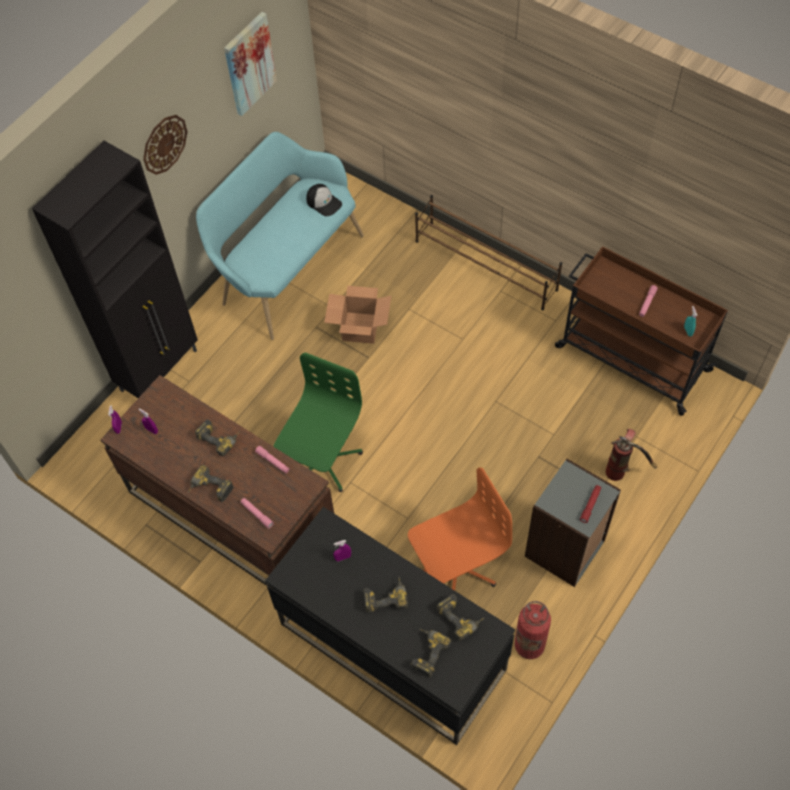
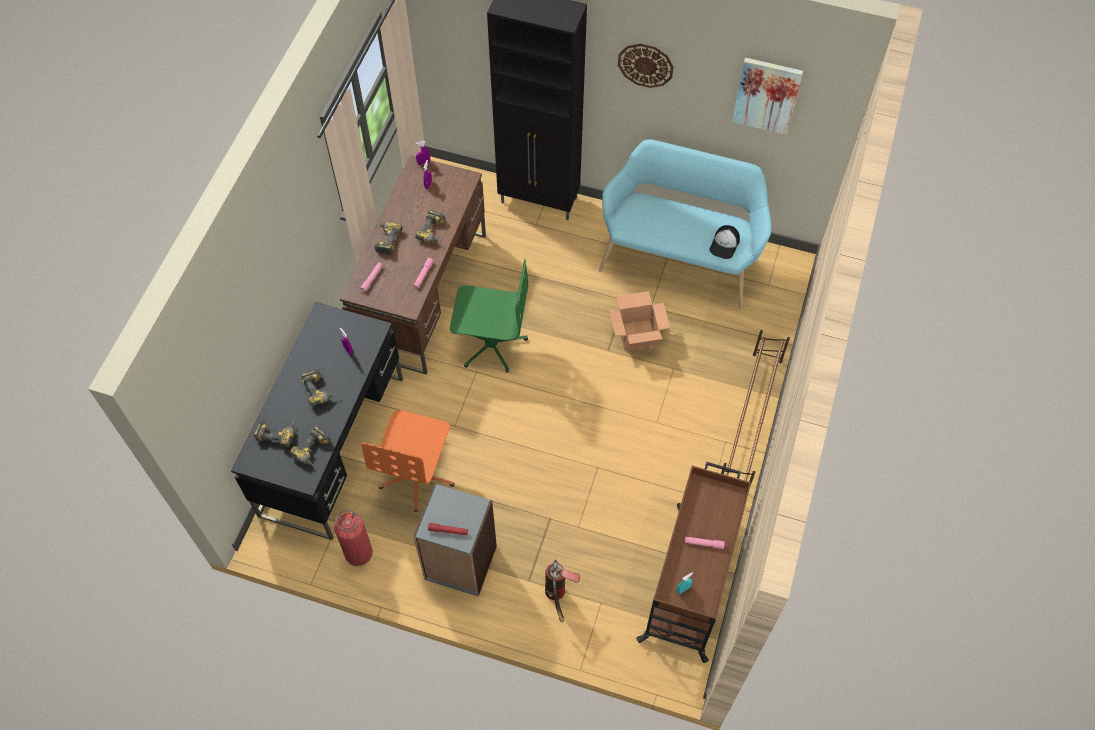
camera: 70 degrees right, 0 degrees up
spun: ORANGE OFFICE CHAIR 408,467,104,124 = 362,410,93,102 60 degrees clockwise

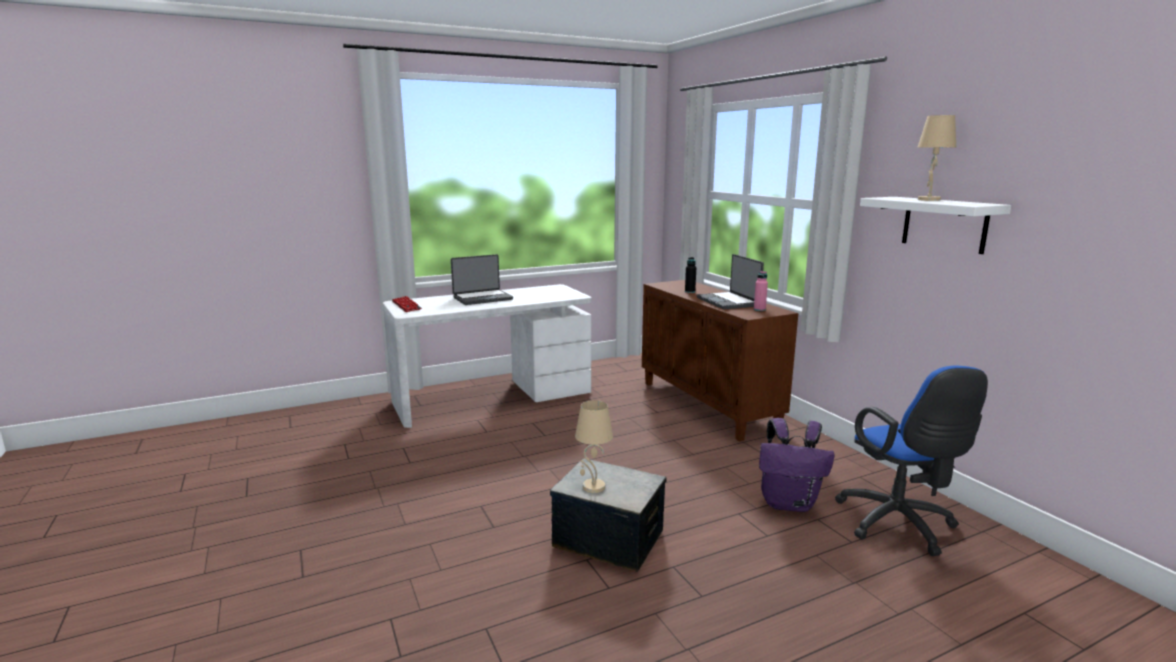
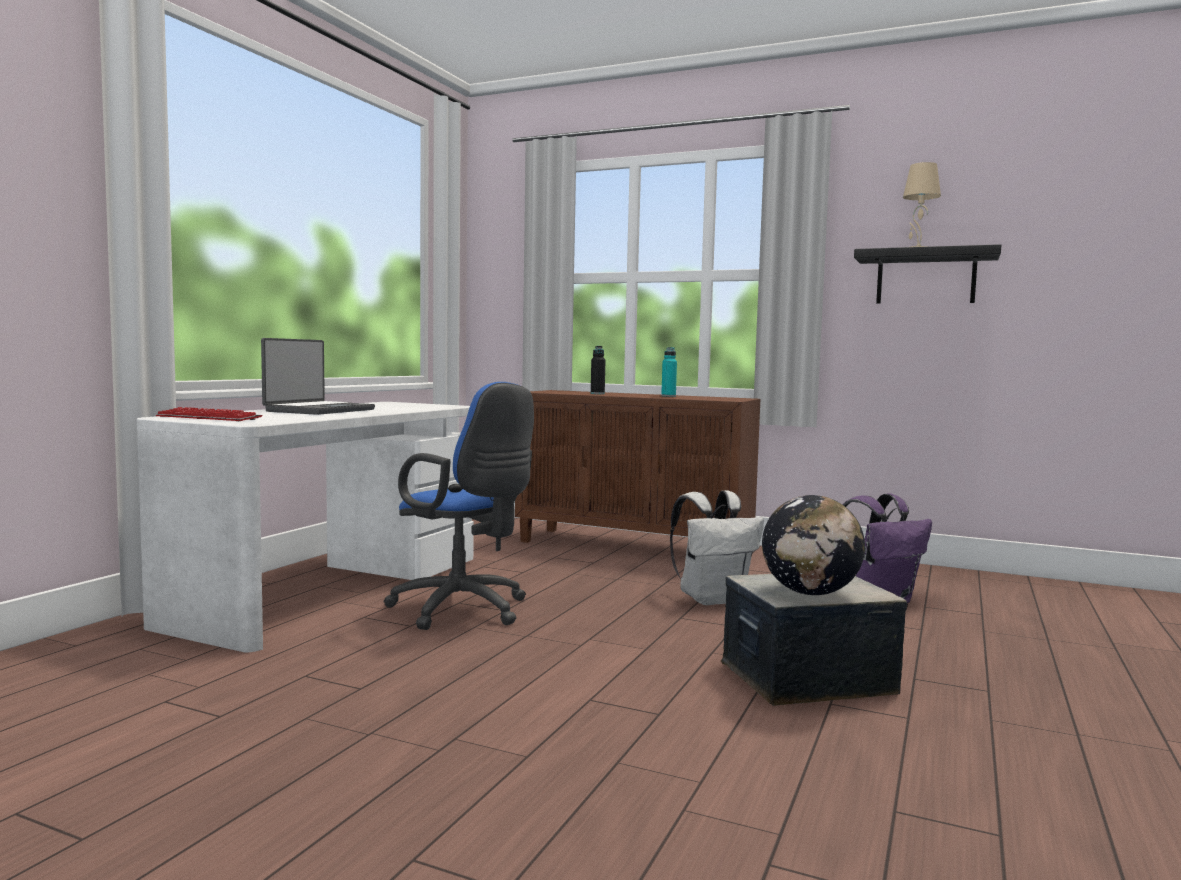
camera: 40 degrees left, 10 degrees down
missing: PINK BOTTLE 754,271,14,40
appeared: WHITE BACKPACK 670,490,94,115
relocated: BLUE OFFICE CHAIR 835,366,153,190 to 384,382,150,248
exchanged: BEIGE TABLE LAMP 575,400,38,93 to GLOBE 762,495,103,100; LAPTOP 696,254,68,55 to TURQUOISE BOTTLE 661,347,16,50
colour: WHITE SHELF 860,197,151,57 to BLACK SHELF 854,244,147,60

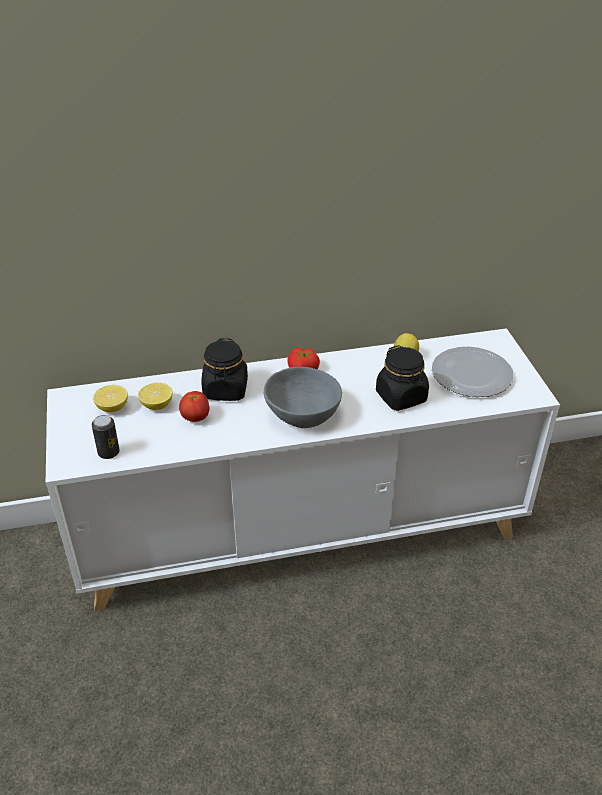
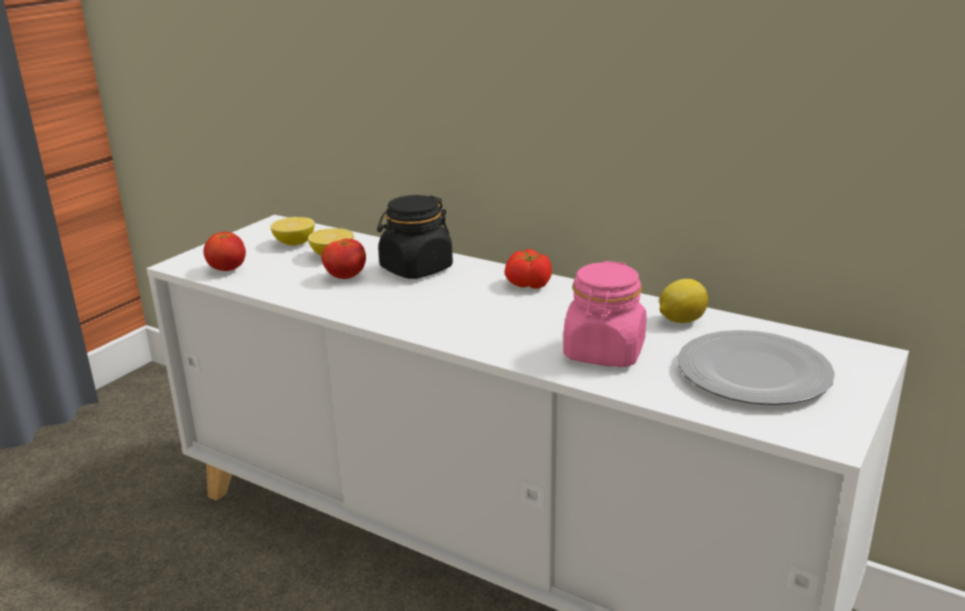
camera: 45 degrees right, 15 degrees down
missing: GREY BOWL 264,367,78,61
exchanged: CAN 92,415,28,44 to TOMATO 204,232,42,39
colour: BLACK JAR 376,345,53,66 to PINK JAR 563,261,84,106

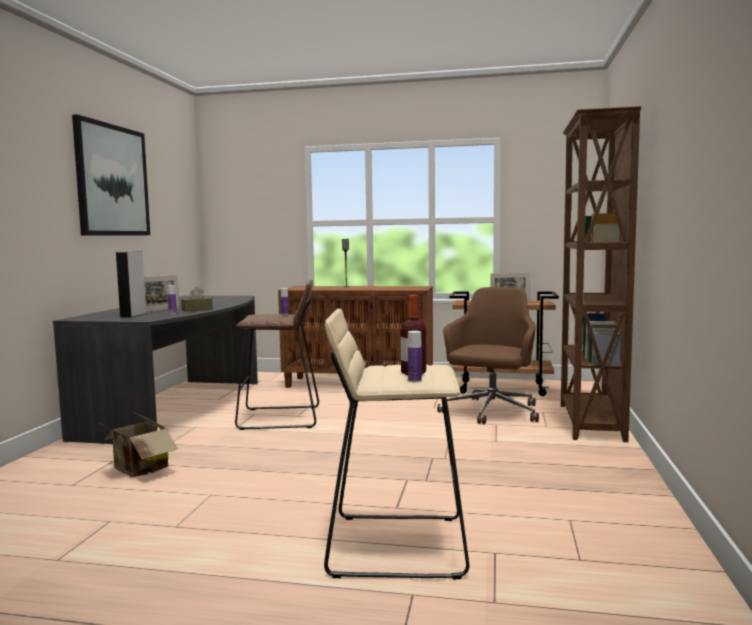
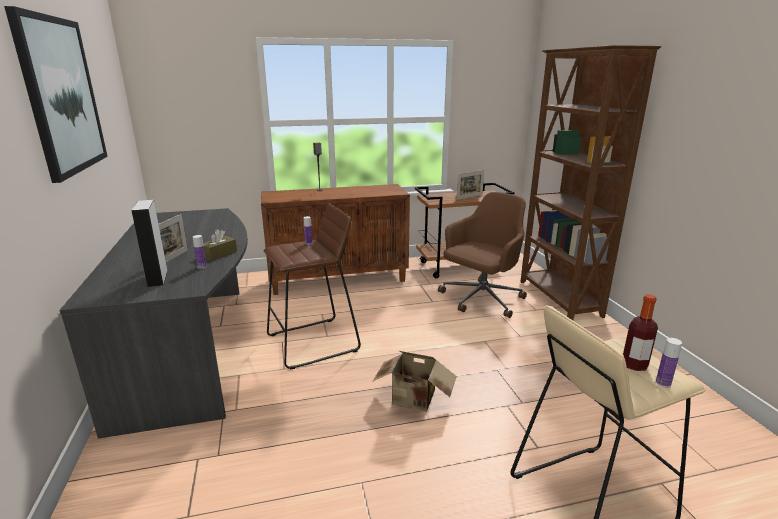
camera: 25 degrees left, 15 degrees up
relocated: CARDBOARD BOX 95,412,83,65 to 372,351,85,61
spun: BROWN OFFICE CHAIR 437,287,102,137 = 438,192,89,126 45 degrees clockwise

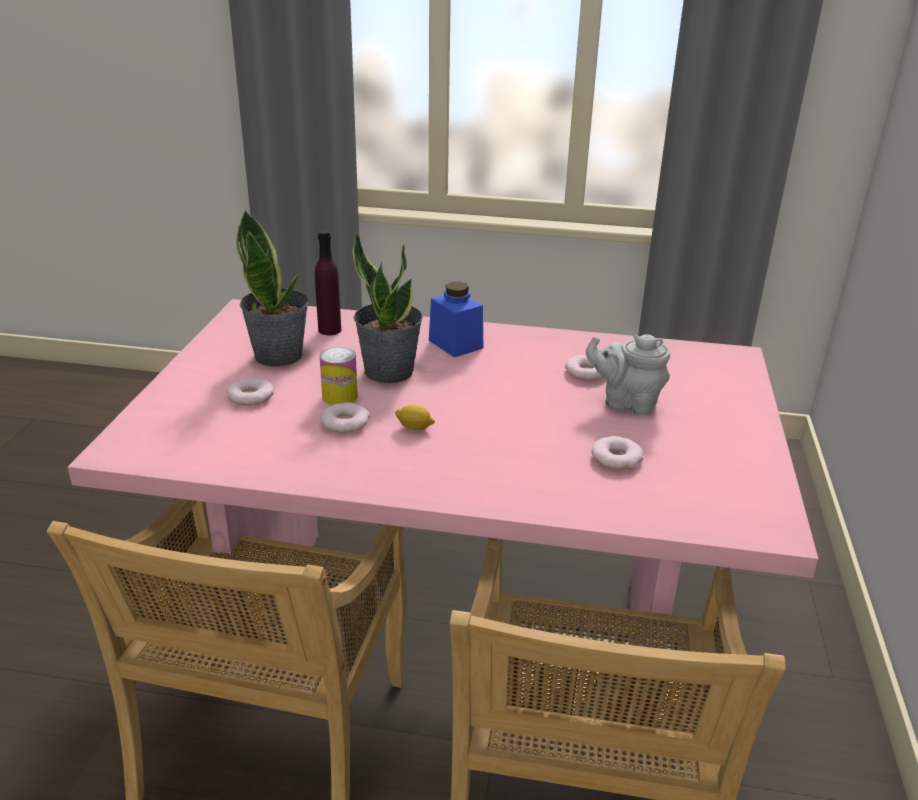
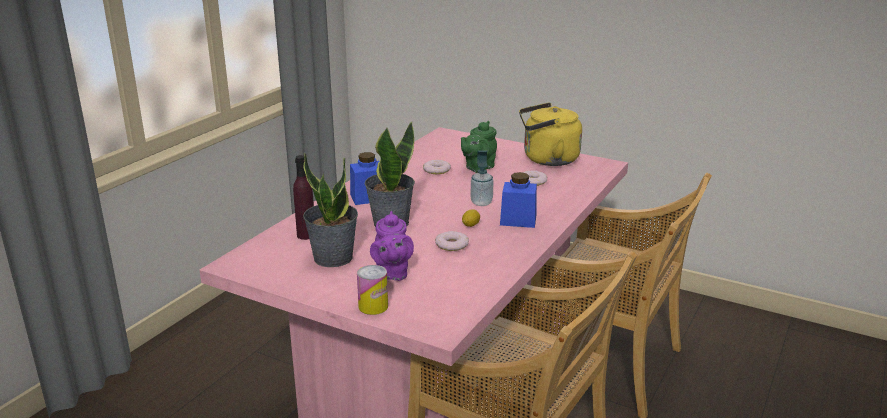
camera: 70 degrees left, 5 degrees down
appeared: SOAP DISPENSER 471,150,23,56; BLUE JAR 500,172,37,56; YELLOW KETTLE 519,102,63,64
relocated: CAN 320,347,38,58 to 357,265,31,50
exchanged: DONUT 227,378,47,28 to PURPLE TEAPOT 370,211,44,70
colour: GREY TEAPOT 586,334,84,81 to GREEN TEAPOT 461,121,36,52

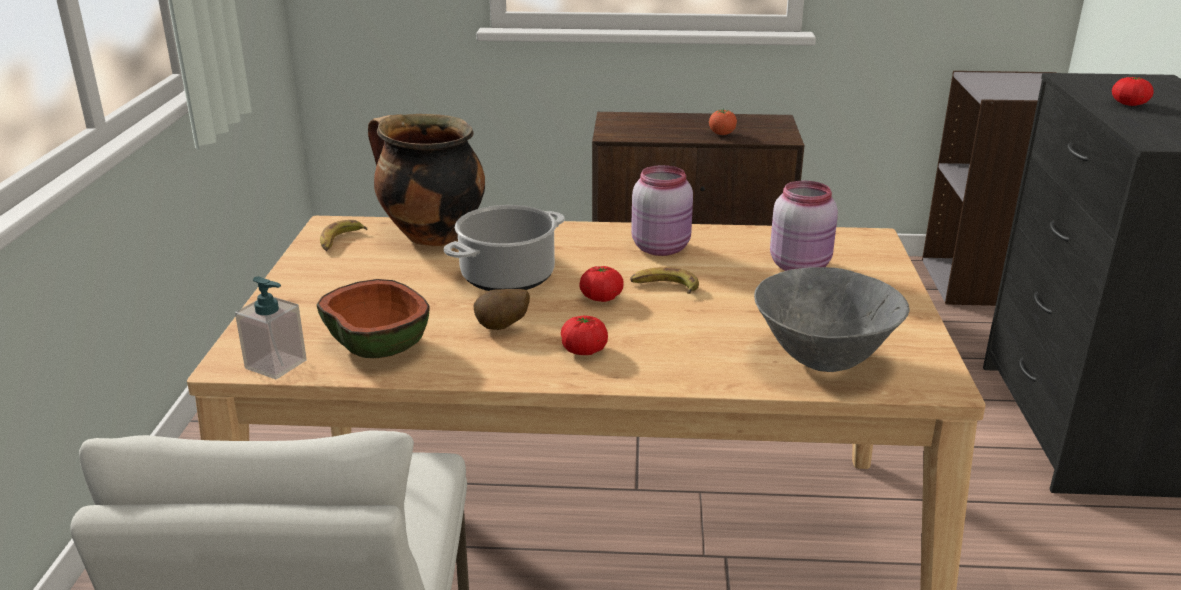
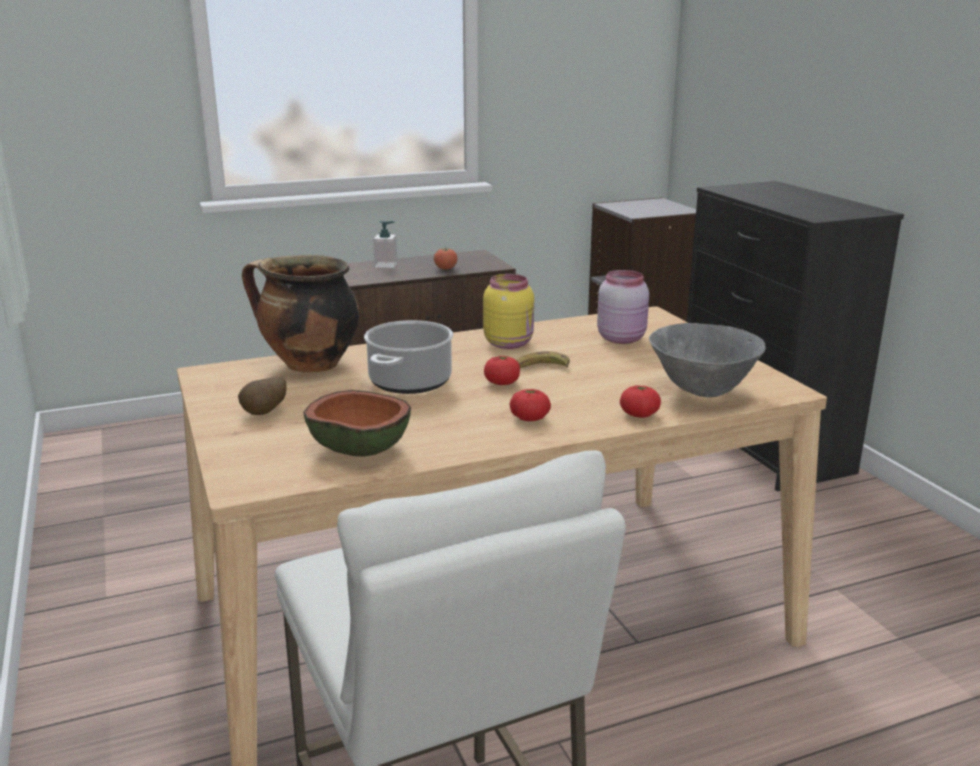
camera: 25 degrees left, 5 degrees down
missing: BANANA 320,220,47,31
relocated: SOAP DISPENSER 235,276,72,103 to 373,221,25,47; POTATO 473,289,57,41 to 238,377,48,38; TOMATO 1112,77,42,29 to 620,385,41,33
colour: PINK JAR 631,165,62,91 to YELLOW JAR 483,274,51,75

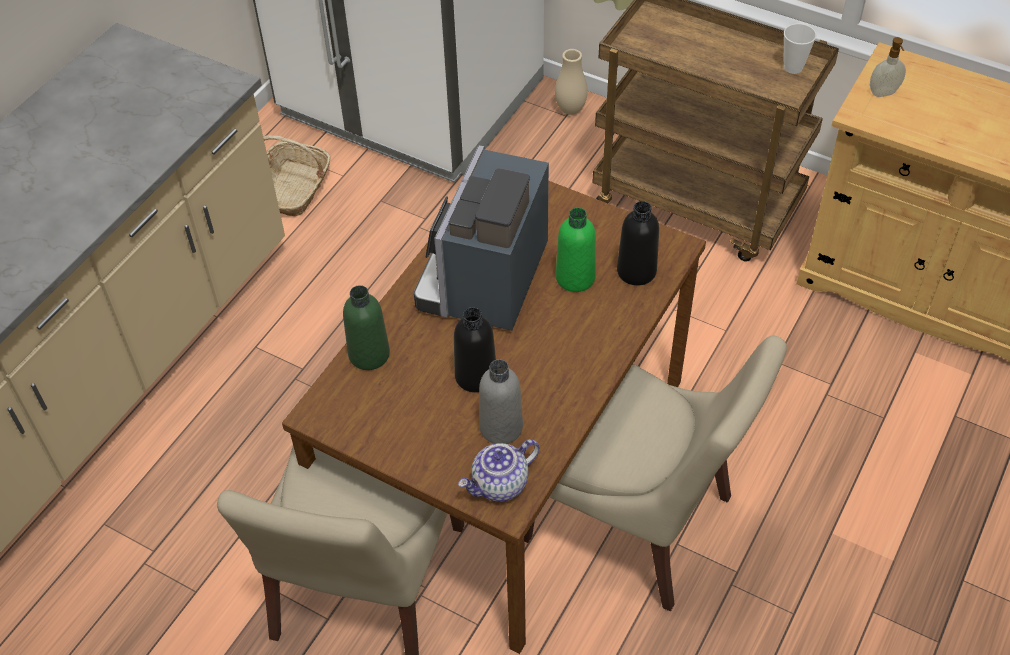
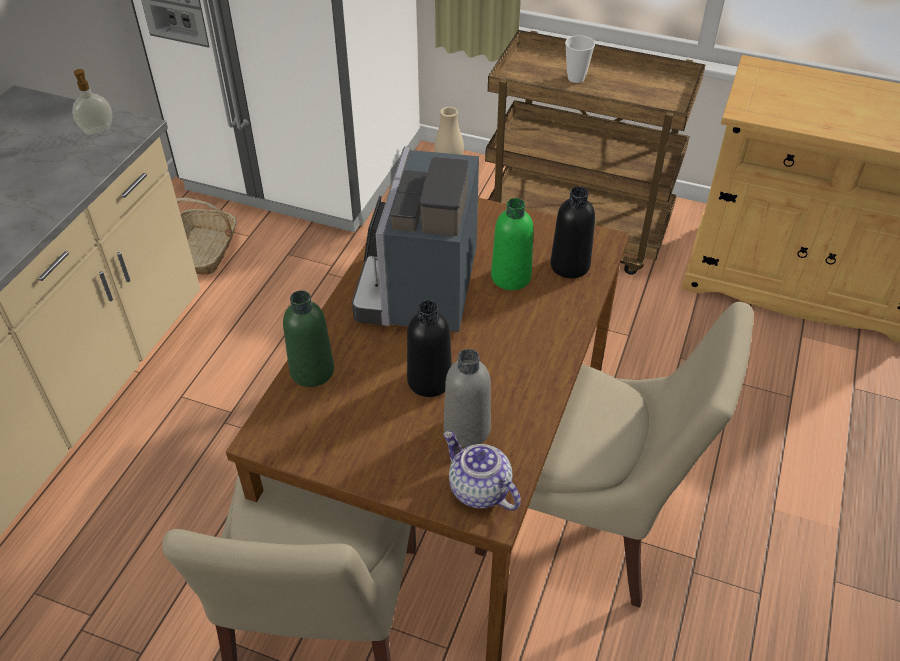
camera: 10 degrees left, 5 degrees down
relocated: CUP 784,23,33,51 to 565,35,30,48; SOAP DISPENSER 870,37,36,60 to 72,69,40,66
spun: TEAPOT 458,439,82,63 = 444,431,77,80 90 degrees clockwise

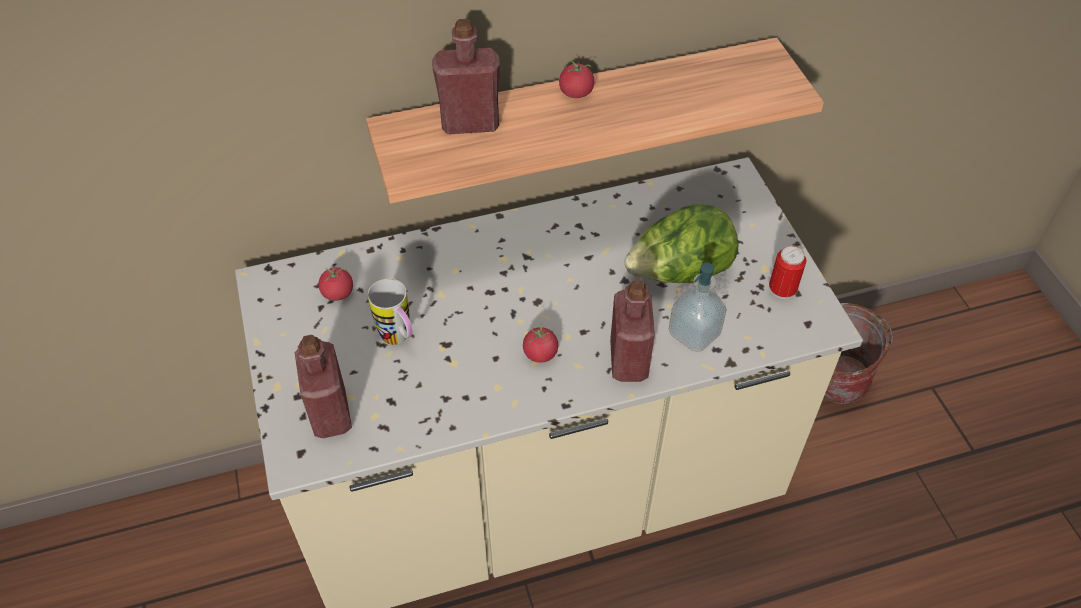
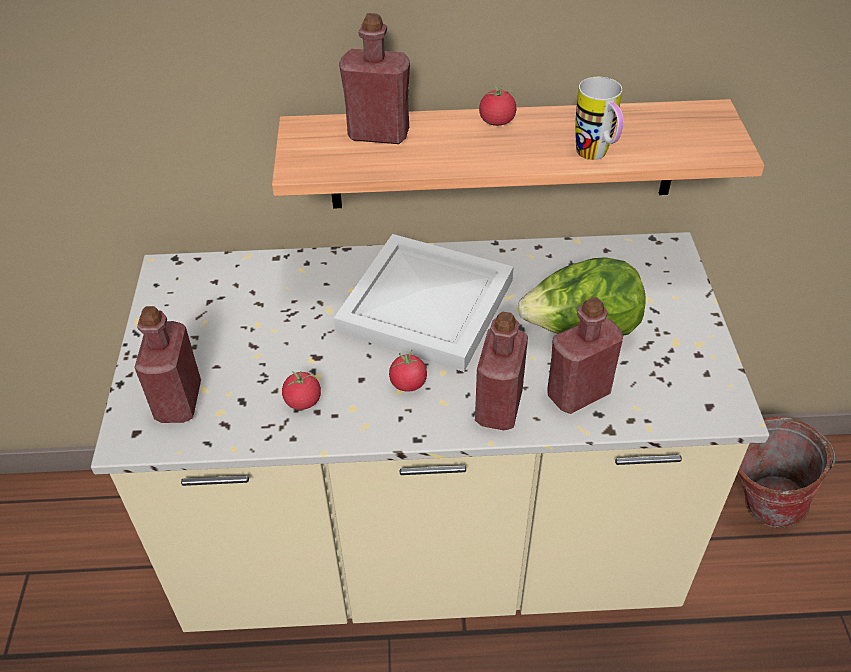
camera: 15 degrees right, 5 degrees down
missing: CAN 769,246,37,53
appeared: WHITE TRAY 334,234,180,138
relocated: TOMATO 318,267,35,34 to 282,370,39,40; MUG 368,279,45,66 to 575,77,48,83
exchanged: SOAP DISPENSER 669,263,58,89 to RED BOTTLE 547,297,76,117

